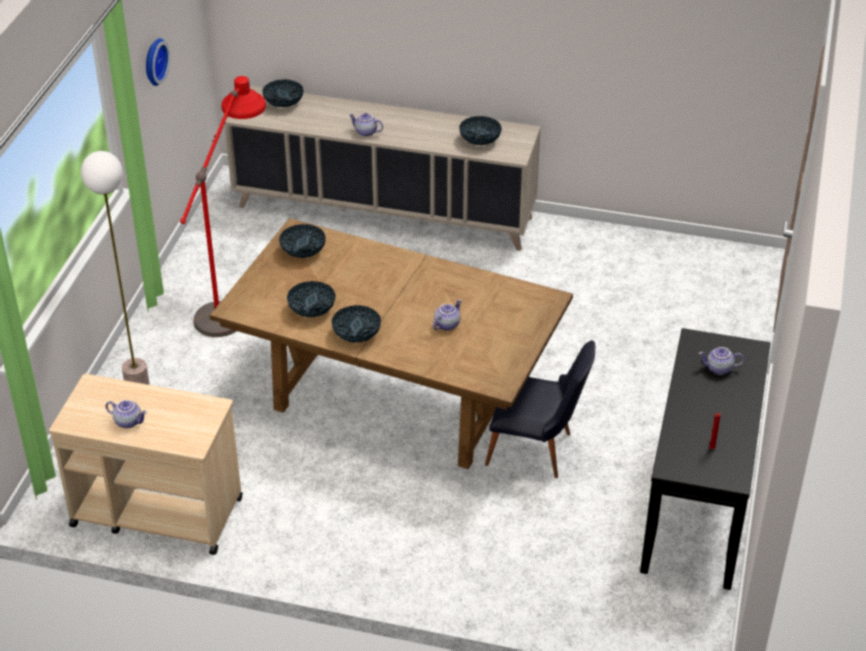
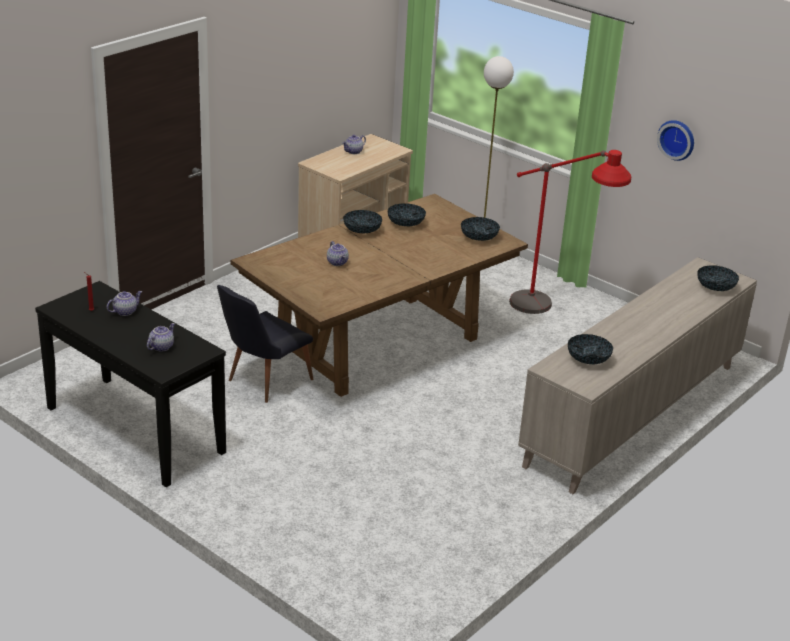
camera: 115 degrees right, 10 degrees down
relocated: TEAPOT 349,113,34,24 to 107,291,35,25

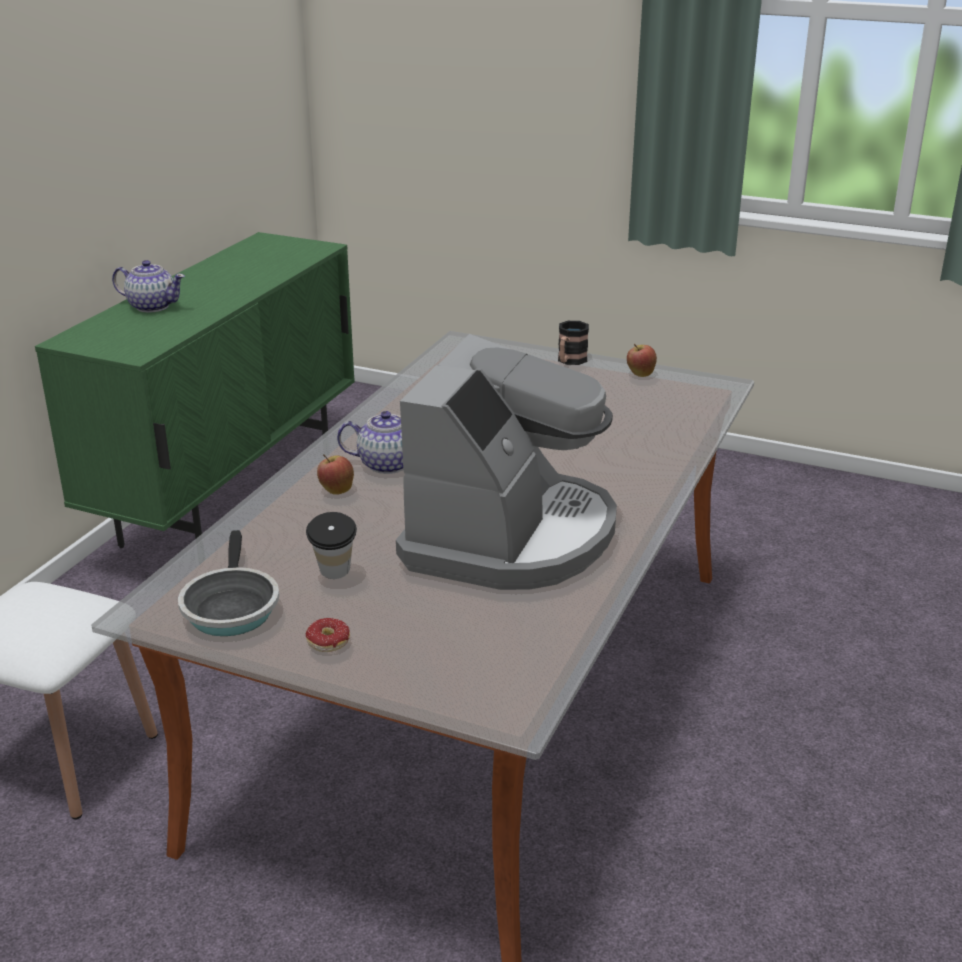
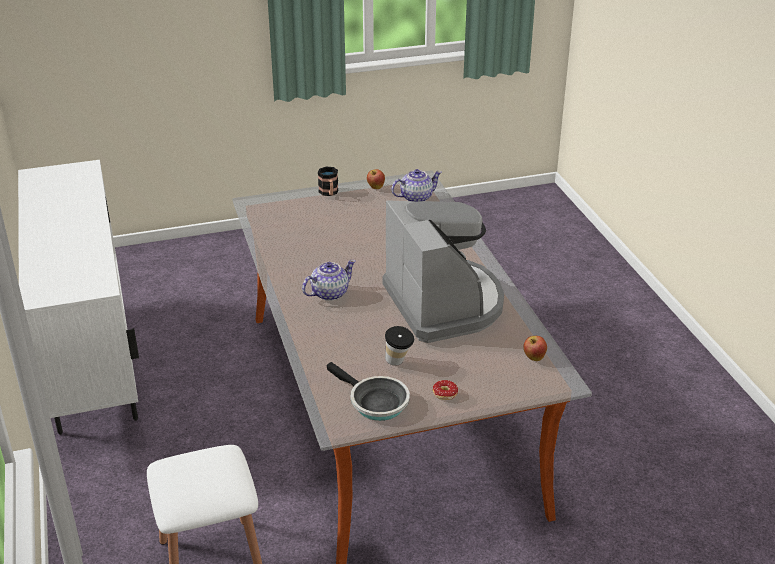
camera: 40 degrees left, 5 degrees up
relocated: TEAPOT 112,260,73,53 to 392,169,50,32; APPLE 317,455,37,40 to 523,336,24,25
colour: GREEN CABINET 35,232,320,316 to WHITE CABINET 18,160,121,275

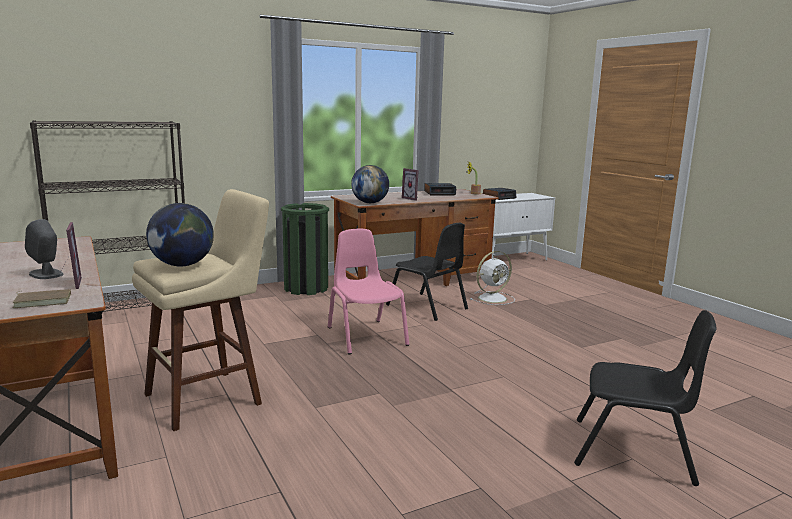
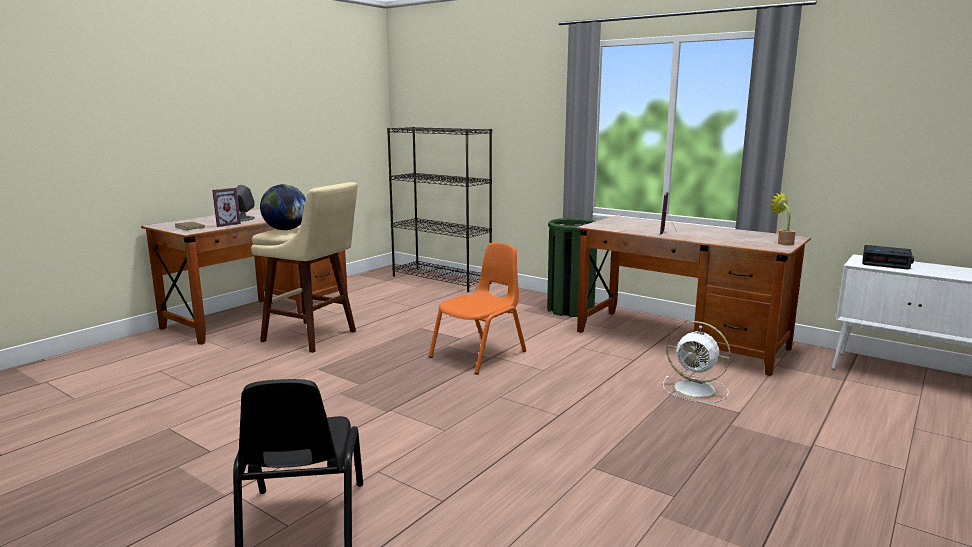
camera: 65 degrees right, 0 degrees up
missing: GLOBE 351,165,38,38; BLACK CHAIR 386,223,82,98; ALARM CLOCK 424,183,32,12
colour: PINK CHAIR 328,229,81,125 to ORANGE CHAIR 428,242,98,133

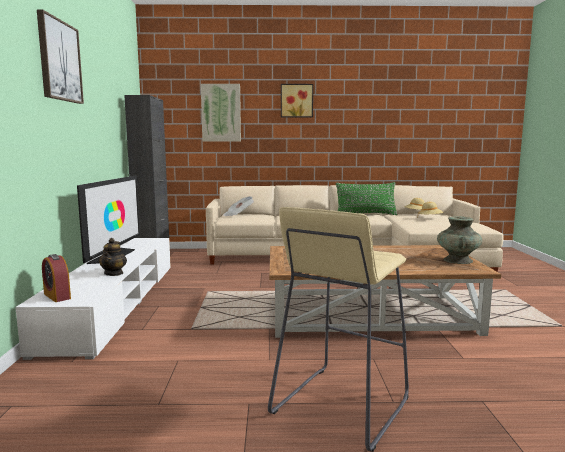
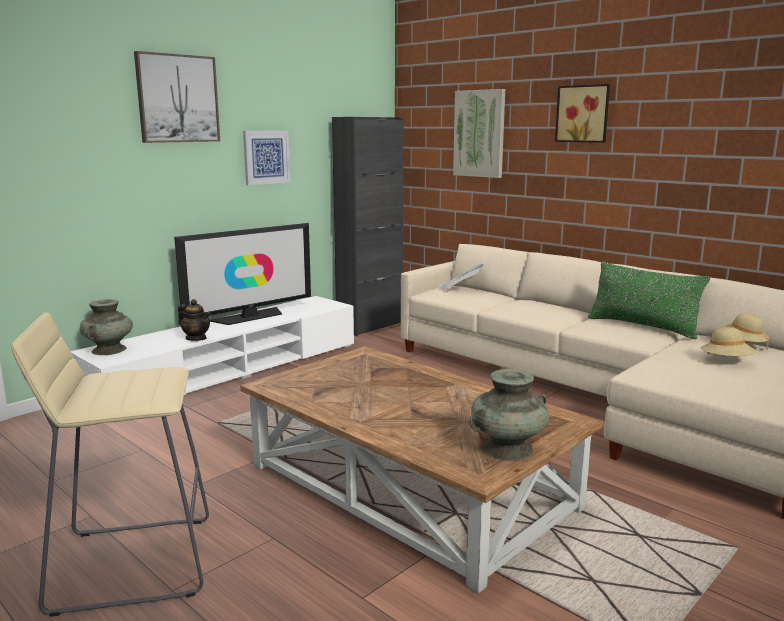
camera: 45 degrees right, 5 degrees up
appeared: PICTURE 243,131,47,54
exchanged: ALARM CLOCK 42,254,29,48 to TURQUOISE VASE 80,299,53,56
spun: TEAPOT 99,238,28,38 = 178,299,33,42 105 degrees counterclockwise

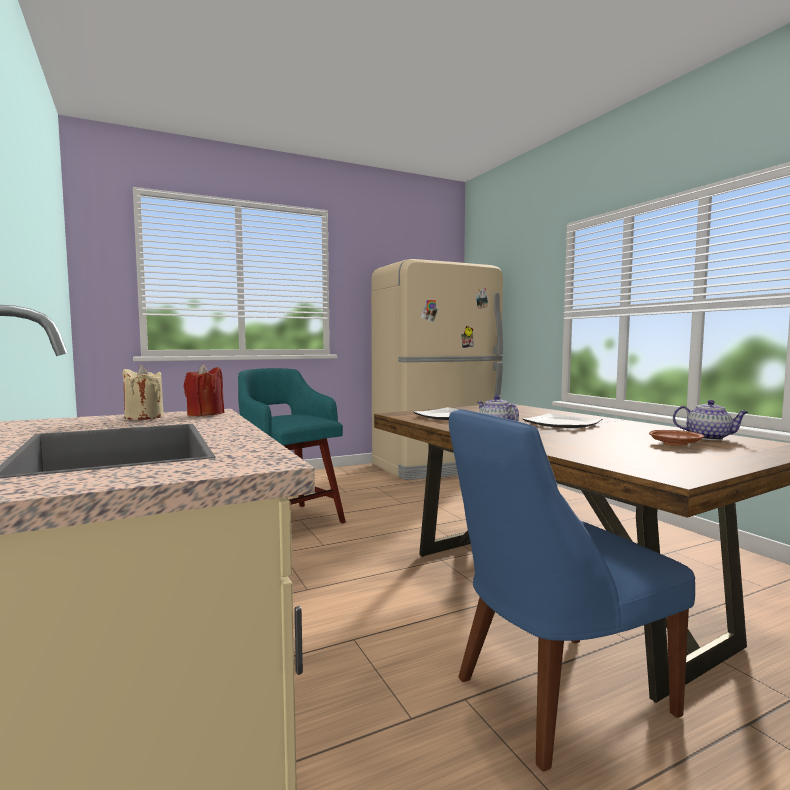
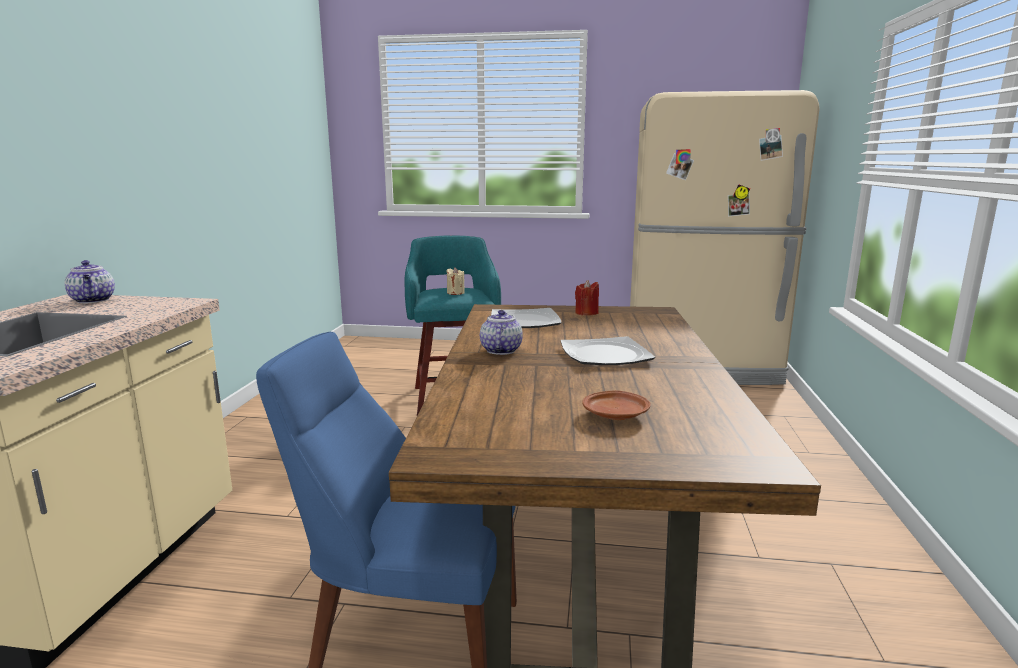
camera: 35 degrees right, 10 degrees up
relocated: BEIGE CANDLE 122,365,42,55 to 446,267,19,28; RED CANDLE 184,364,40,52 to 575,280,24,35; TEAPOT 673,400,75,40 to 65,260,50,43

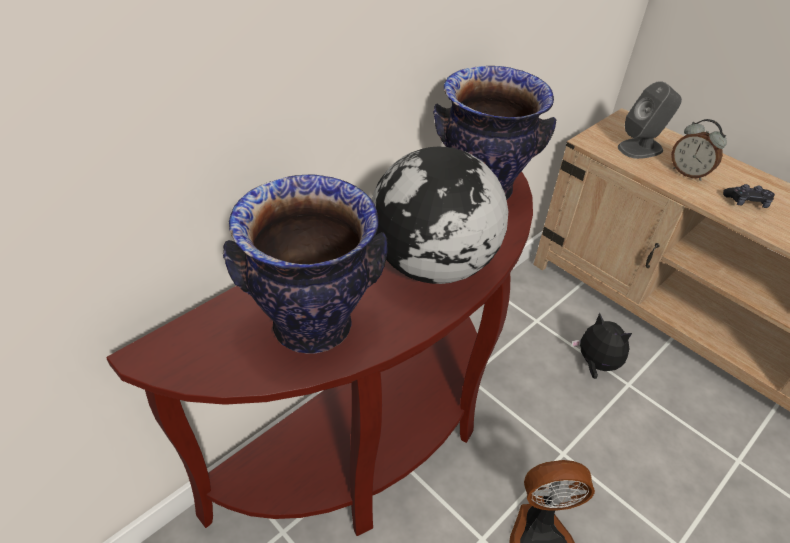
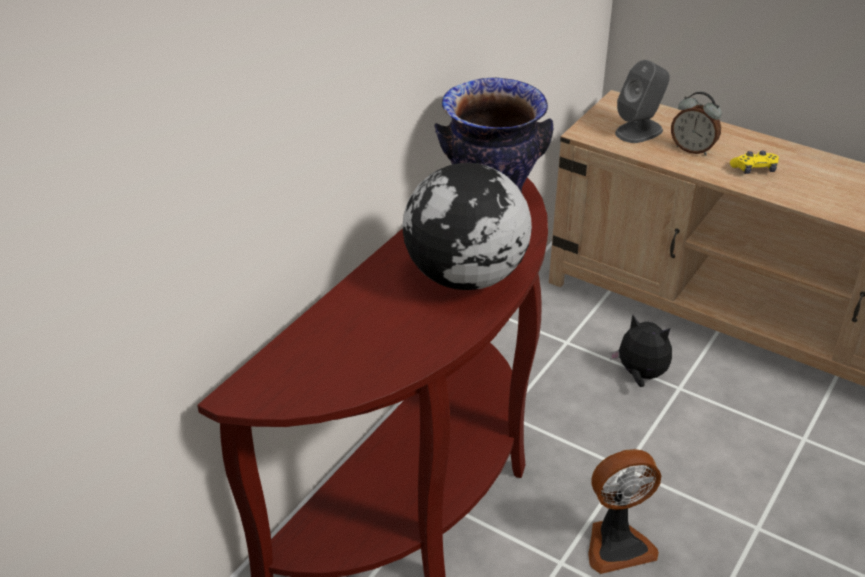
camera: 10 degrees left, 5 degrees down
missing: VASE 223,175,164,179
colour: BLACK GAME CONTROLLER 723,184,52,24 to YELLOW GAME CONTROLLER 730,150,49,24

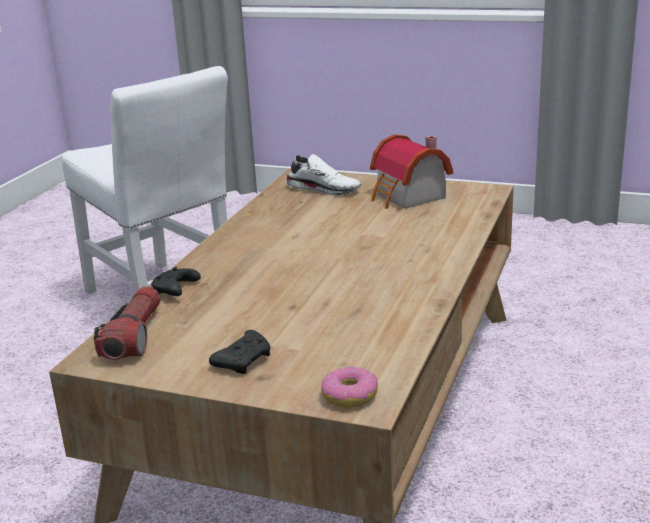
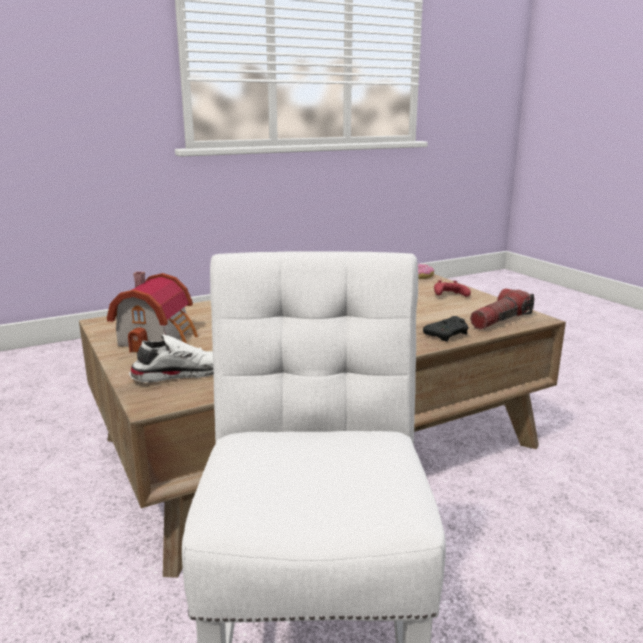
camera: 140 degrees left, 5 degrees down
colour: BLACK GAME CONTROLLER 209,330,62,44 to RED GAME CONTROLLER 434,280,37,17
spun: WHITE SHOE 286,154,76,42 = 129,334,85,49 90 degrees clockwise

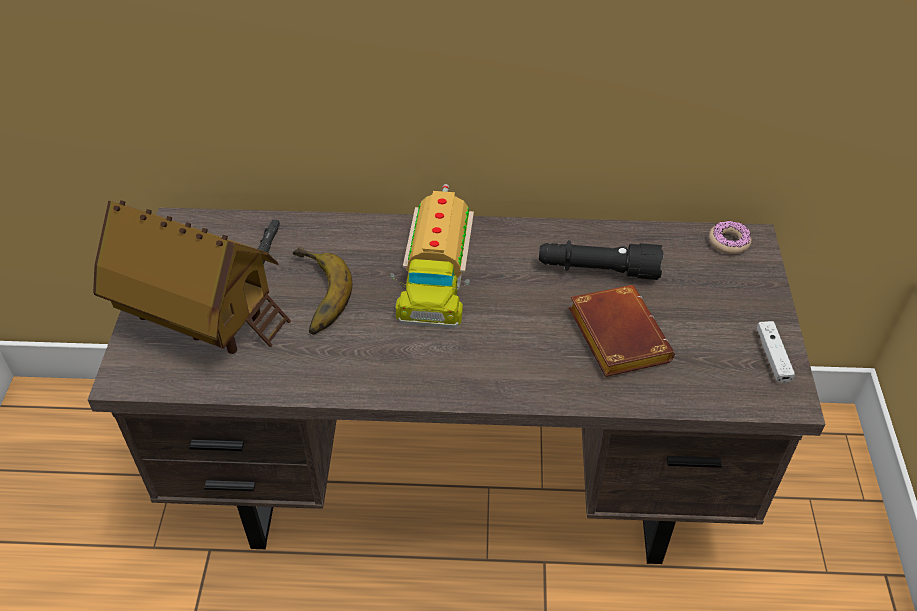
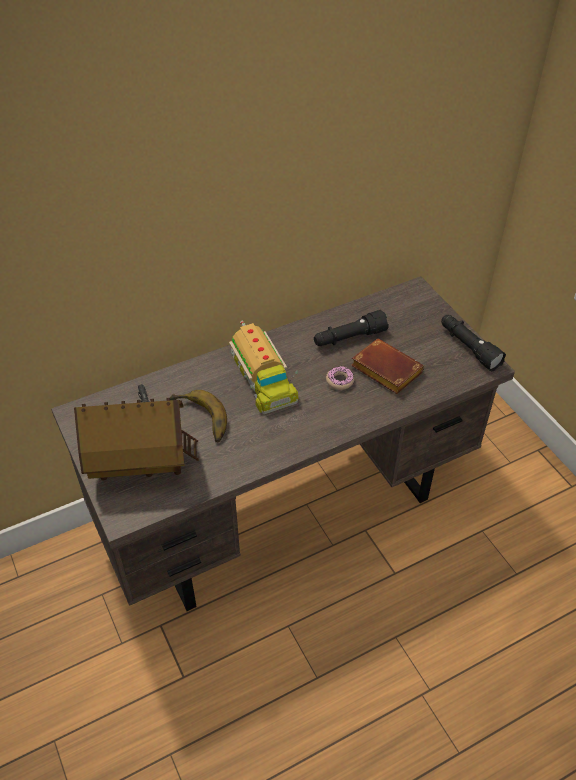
camera: 30 degrees left, 0 degrees up
relocated: DONUT 709,221,43,33 to 326,366,28,24
exchanged: WHITE GAME CONTROLLER 757,321,38,62 to BLACK FLASHLIGHT 441,315,65,56

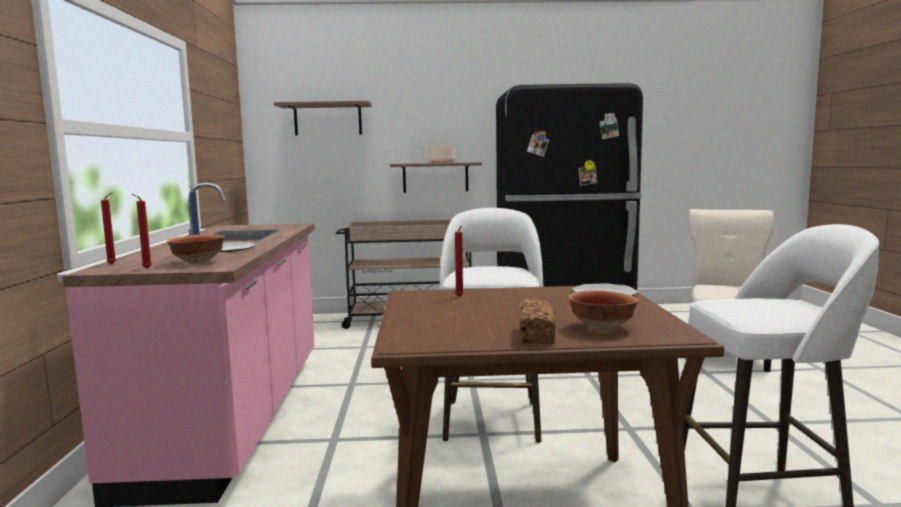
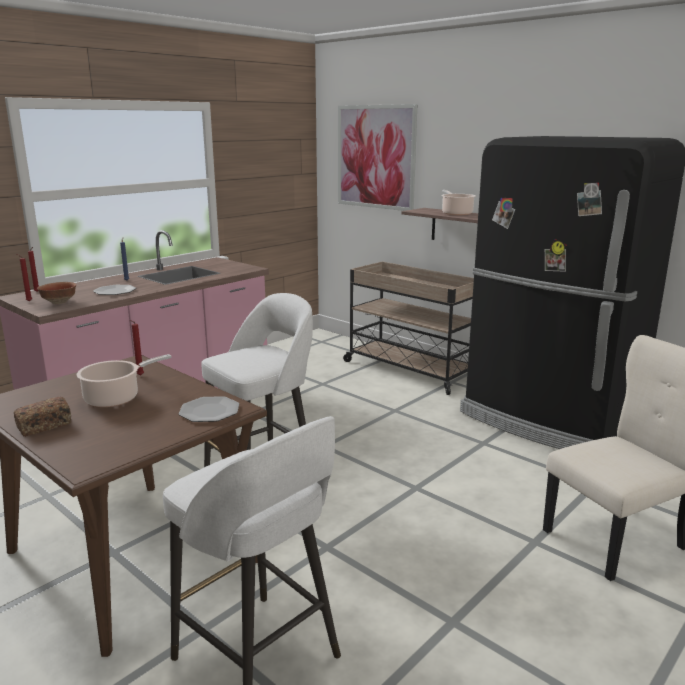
camera: 45 degrees right, 10 degrees up
missing: BOWL 569,290,70,41
appeared: COOKING POT 77,354,95,53
exchanged: SHELF 274,101,98,35 to PICTURE 338,104,79,107

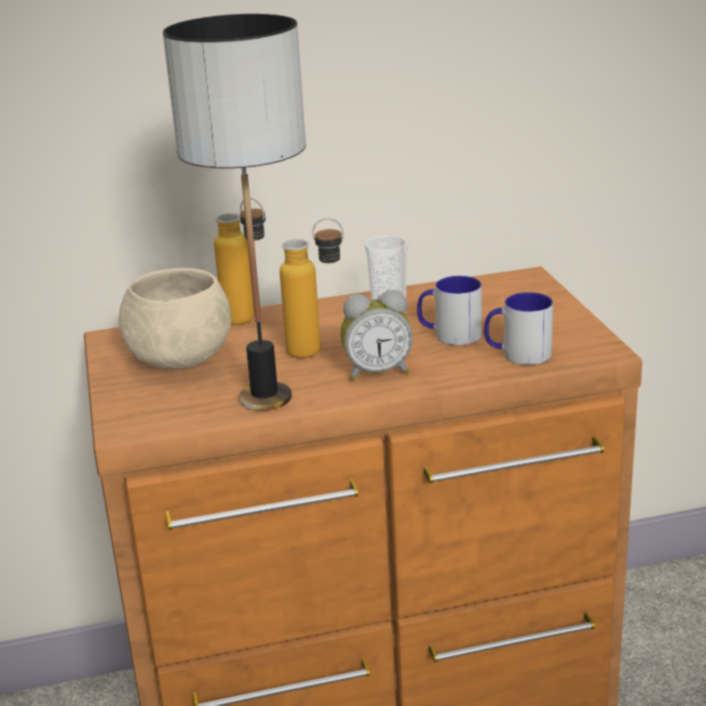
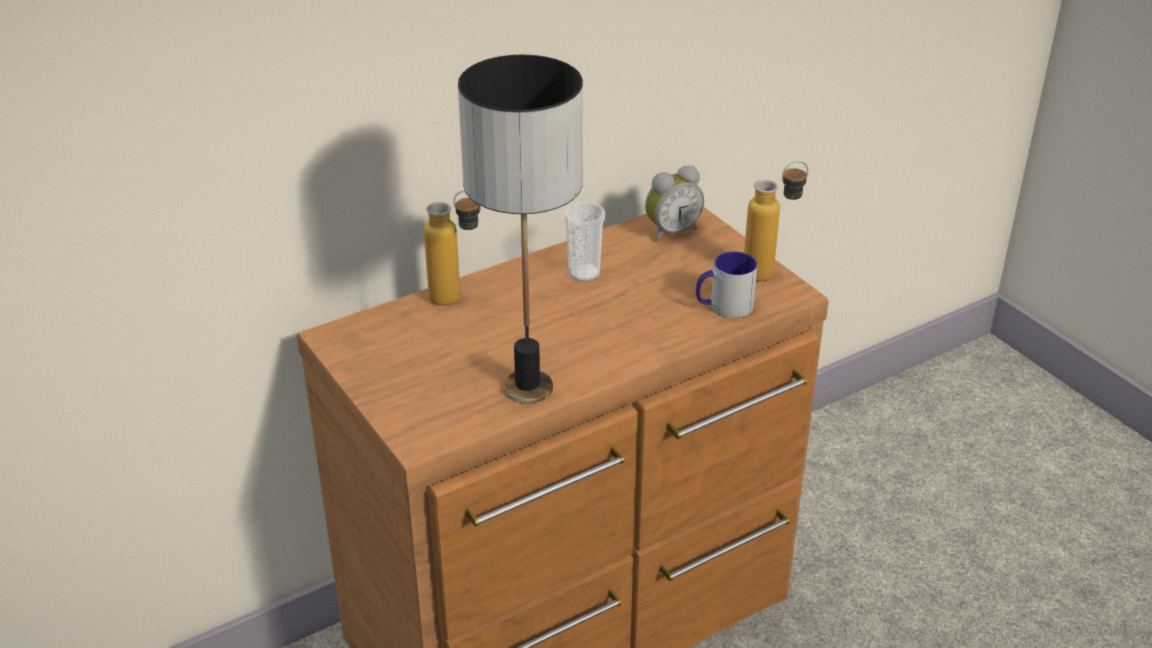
camera: 20 degrees left, 10 degrees up
missing: BEIGE BOWL 119,268,112,101; MUG 417,276,65,69
relocated: BOTTLE 280,218,64,140 to 744,161,64,121; ALARM CLOCK 340,290,73,91 to 645,165,59,77

